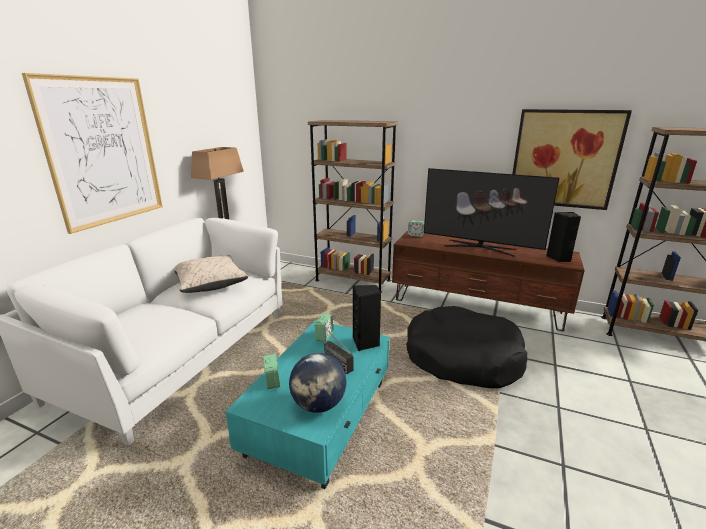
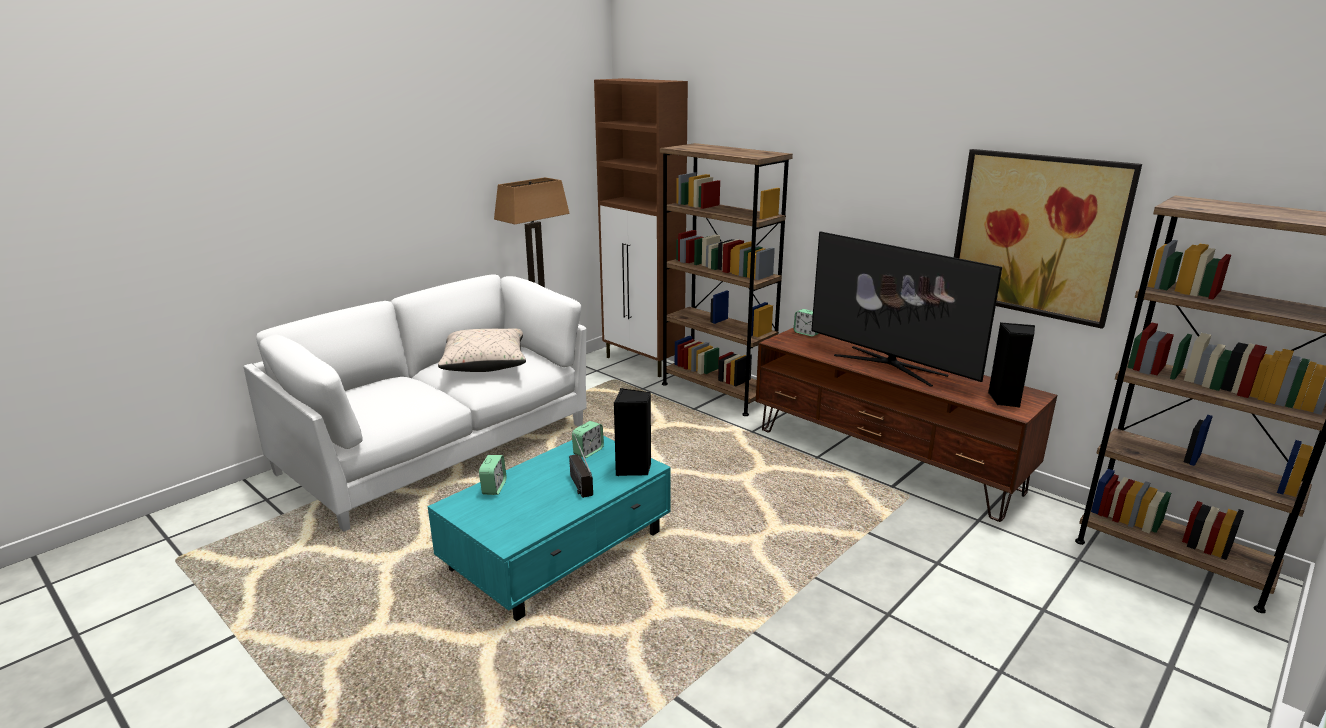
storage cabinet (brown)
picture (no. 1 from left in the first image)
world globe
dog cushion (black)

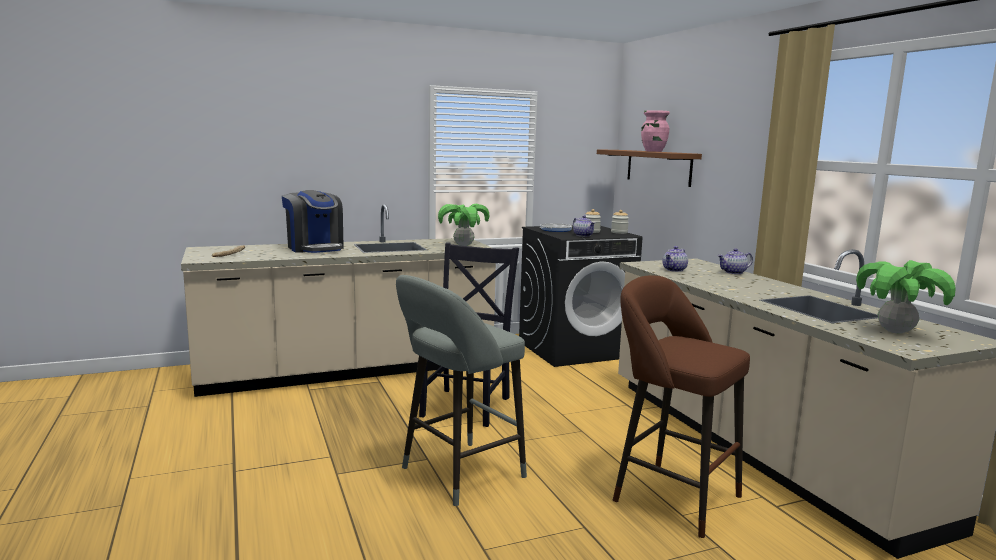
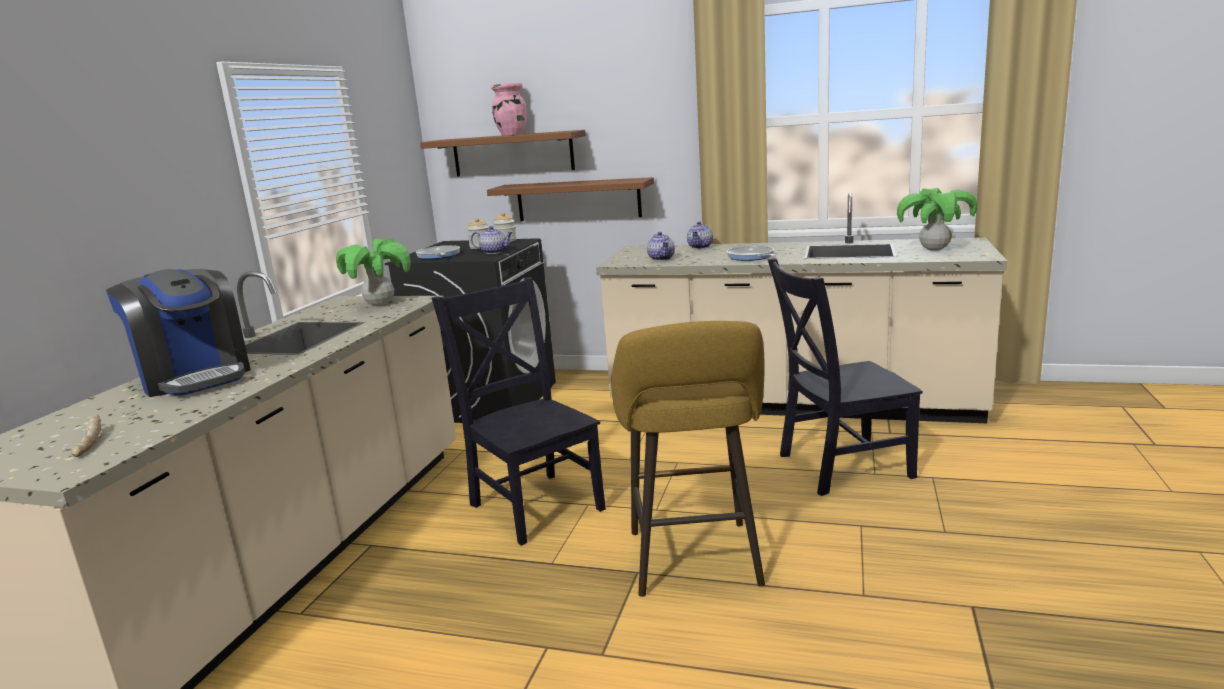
coffee machine
shelf (brown) (no. 2 from left)
stool seat (yellowish)
skillet (no. 2 from left)
upright chair (black) (no. 2 from left)

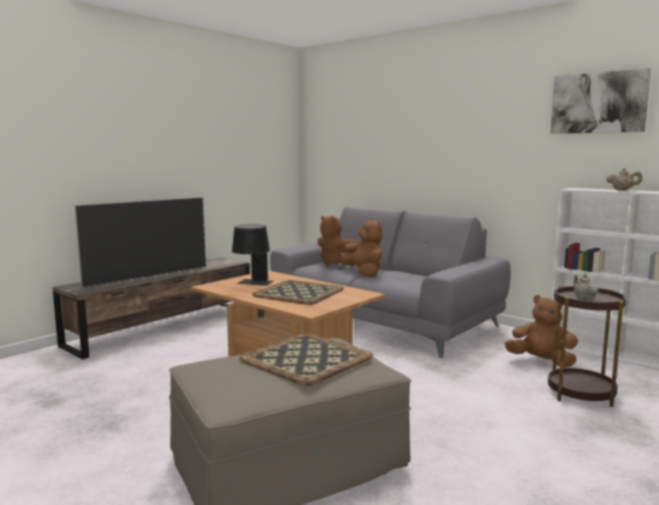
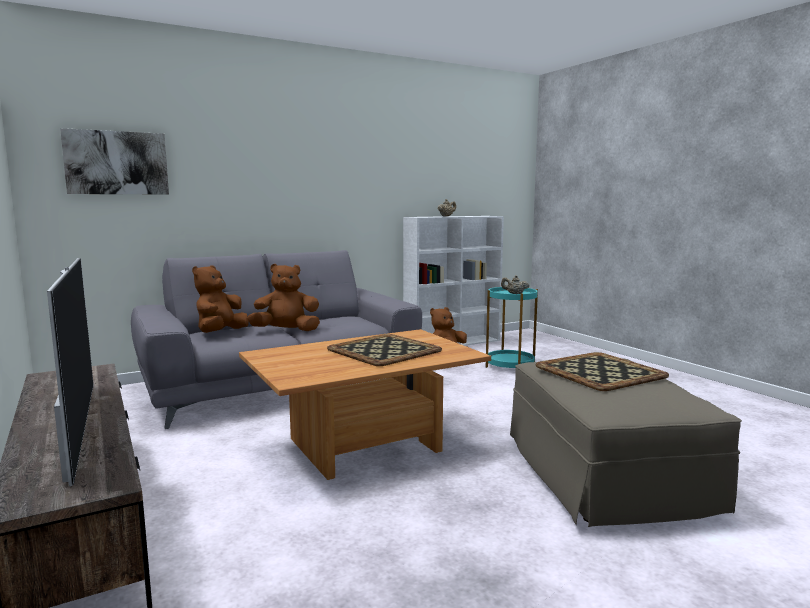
picture
plush toy (brown) (no. 1 from left)
end table (blue-green)
table lamp (black)

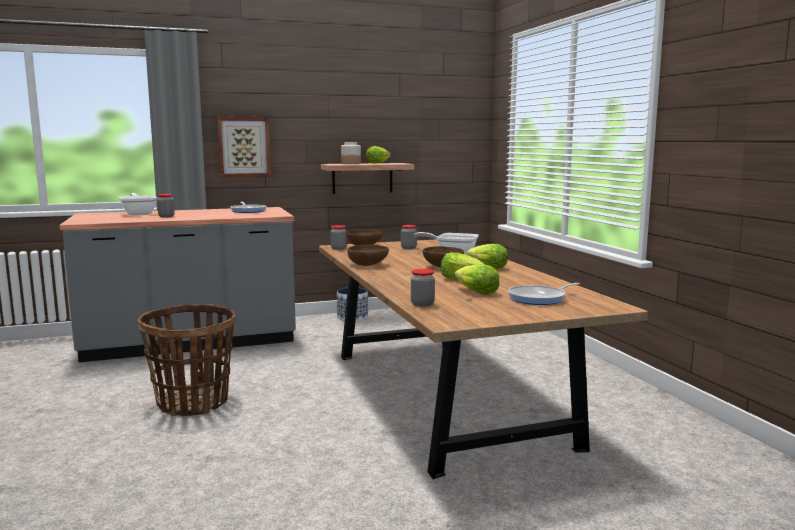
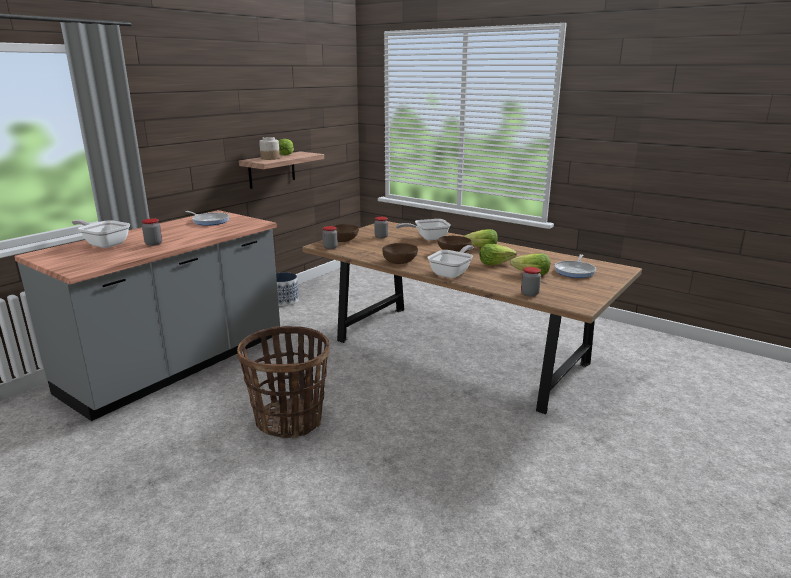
skillet (no. 4 from left)
picture

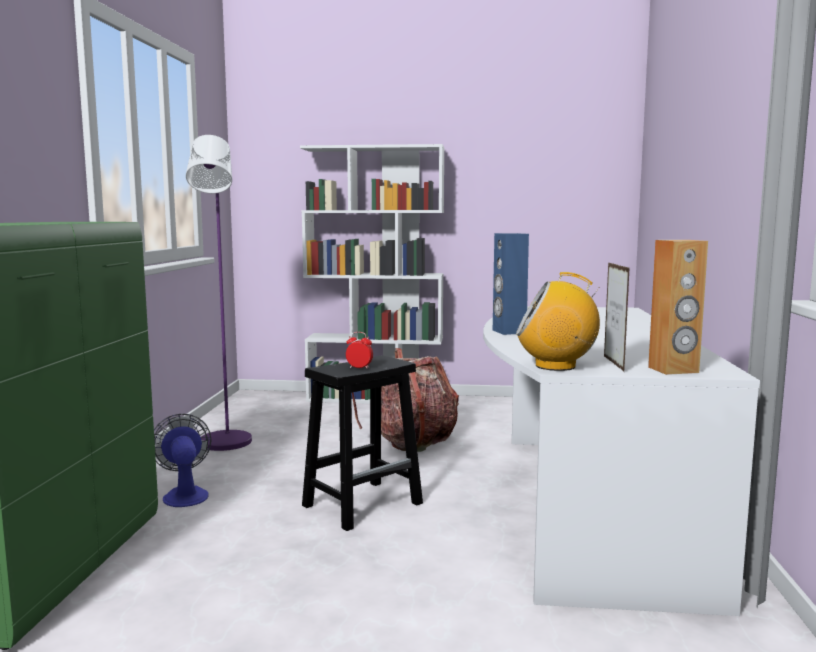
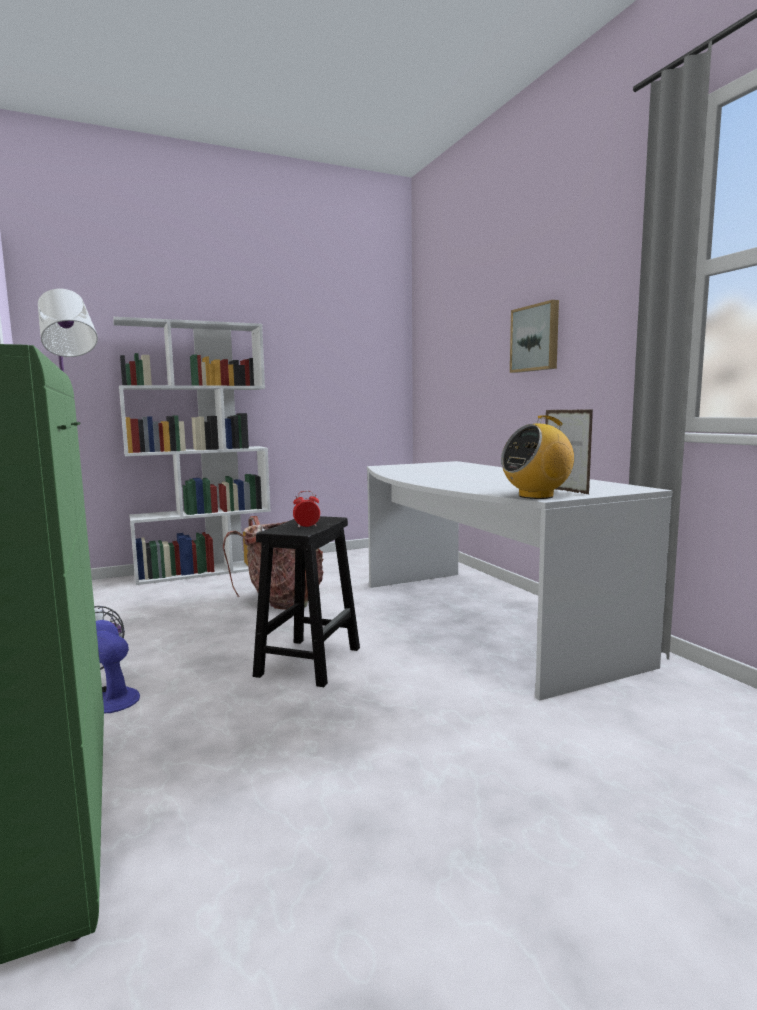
picture
loudspeaker (blue-coloured)
loudspeaker (brown)

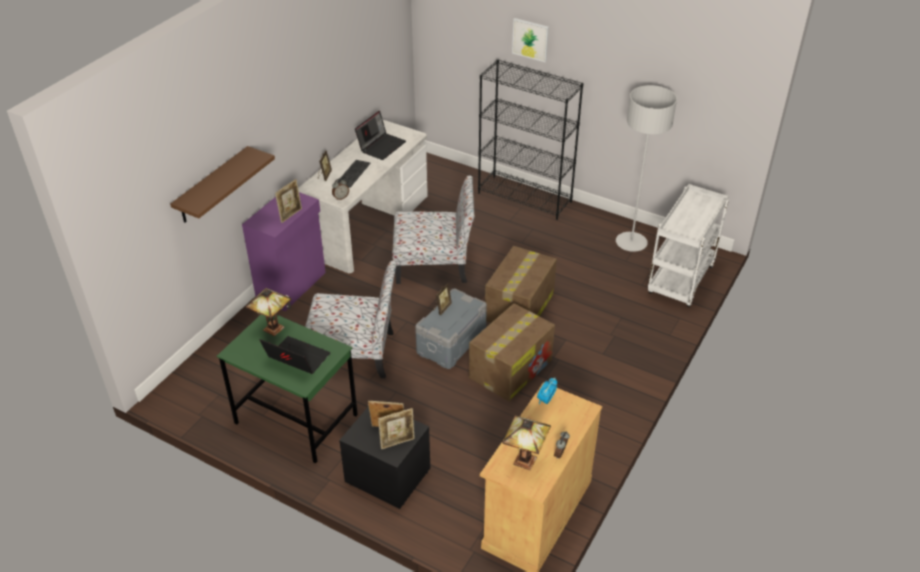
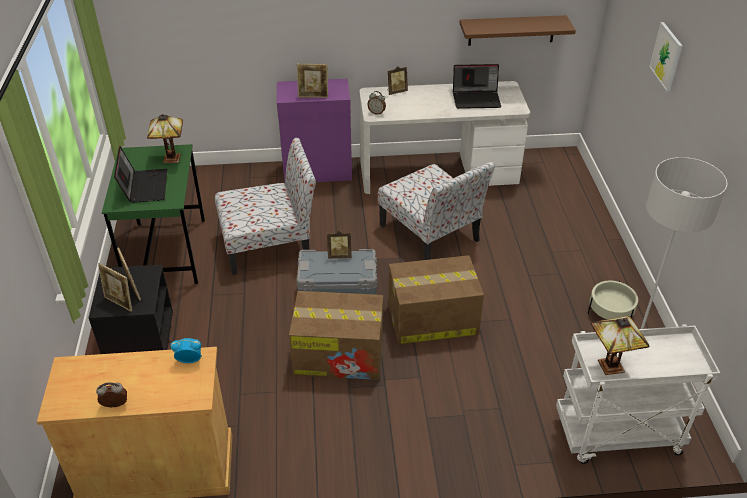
upright chair (no. 1 from left)
shelf (brown)
planter (beige)
table lamp (no. 2 from left)
PC keyboard
bookcase (black)

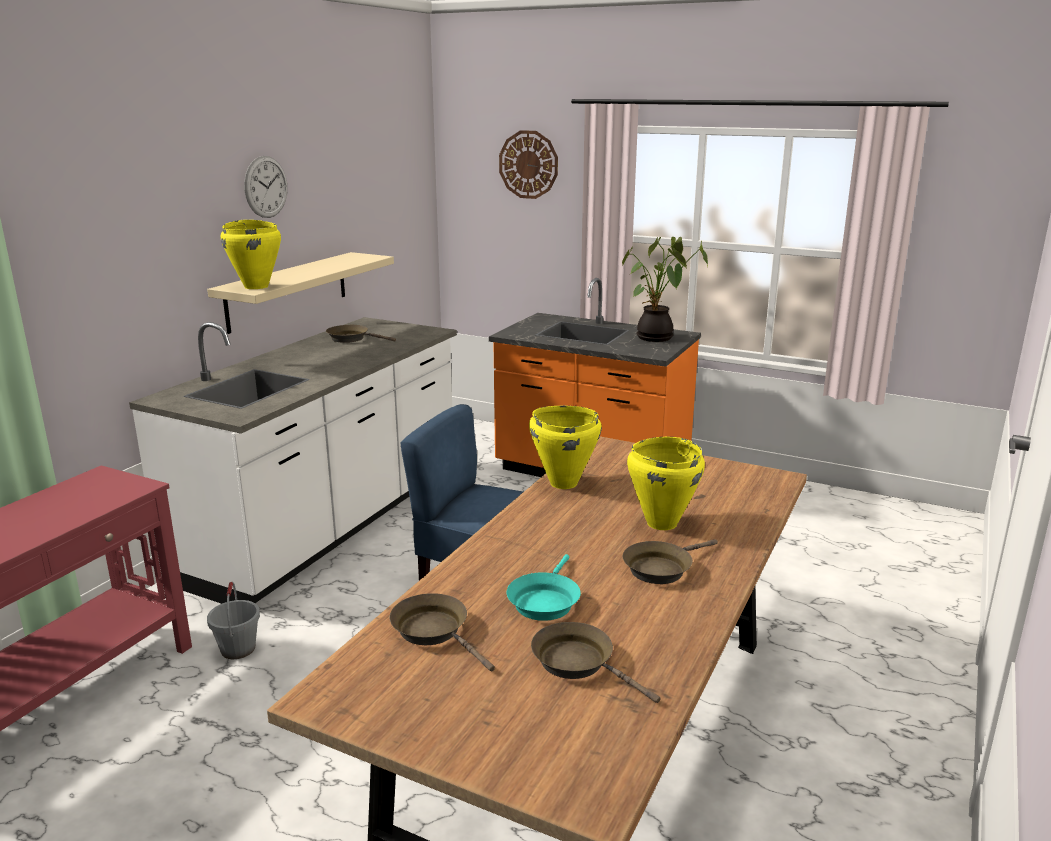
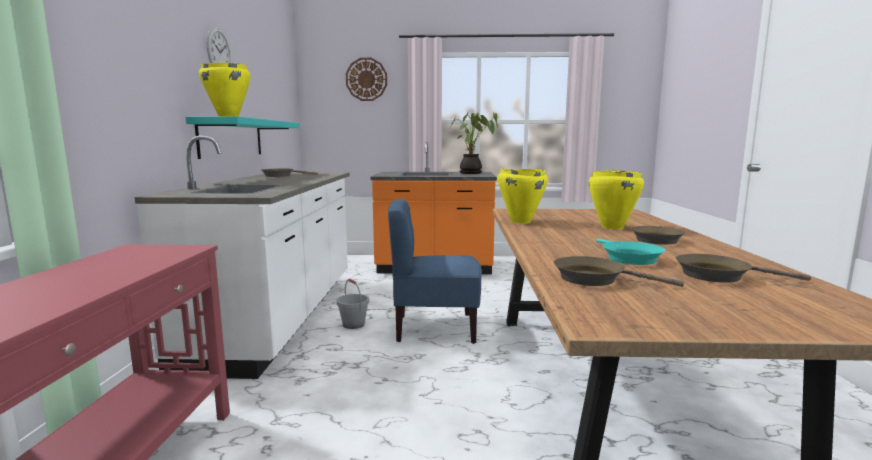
shelf (blue-green)
water bucket (grey)

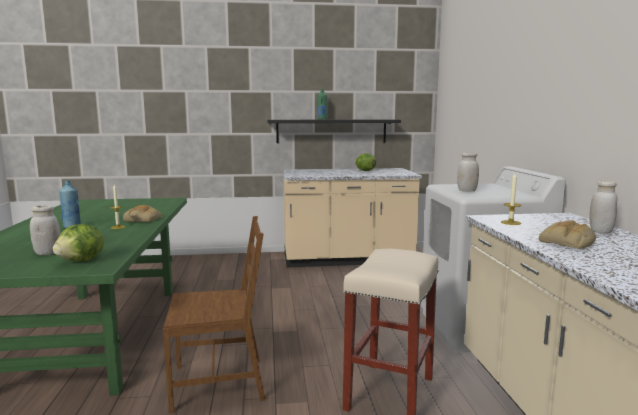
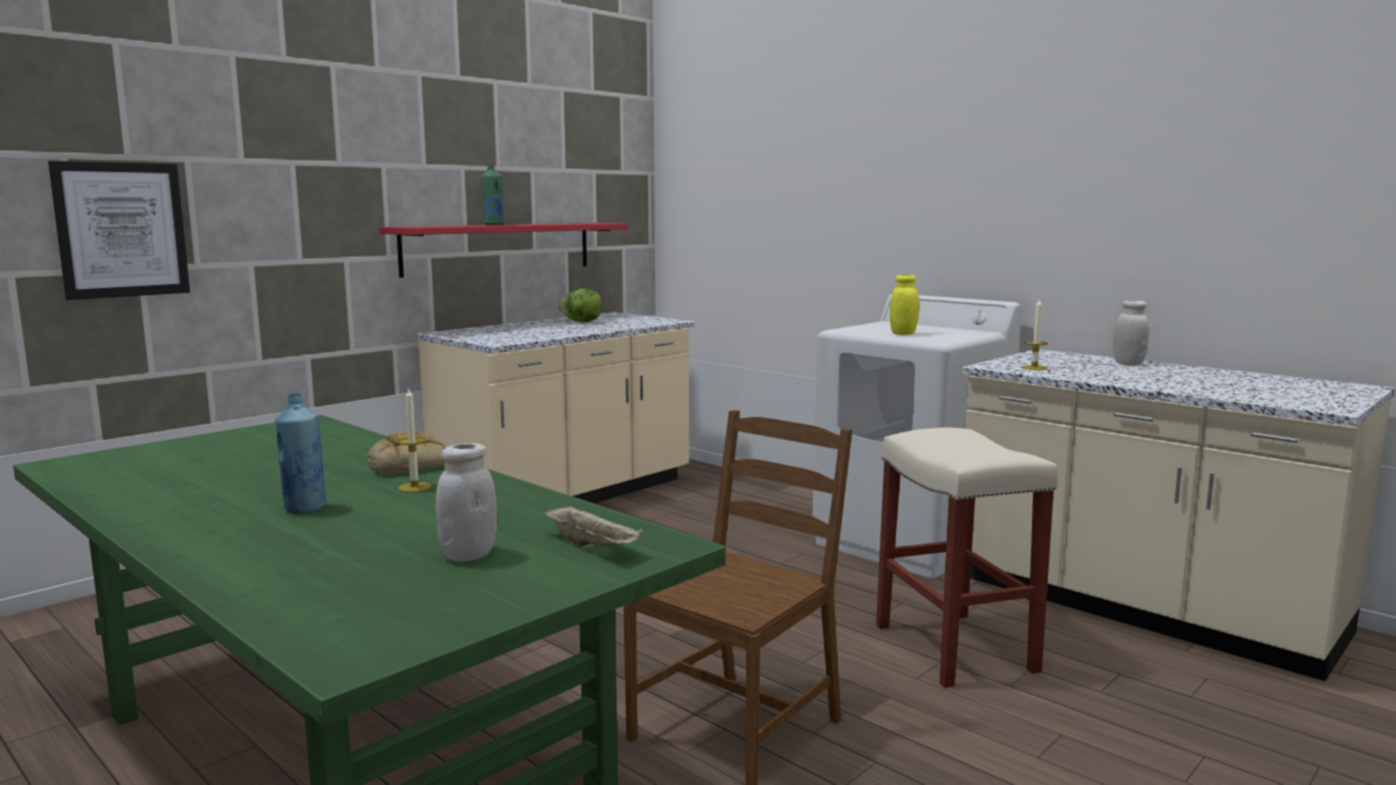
picture
shelf (red)
serving tray (beige)
jar (yellowish)
bakery bread (no. 2 from left in the first image)

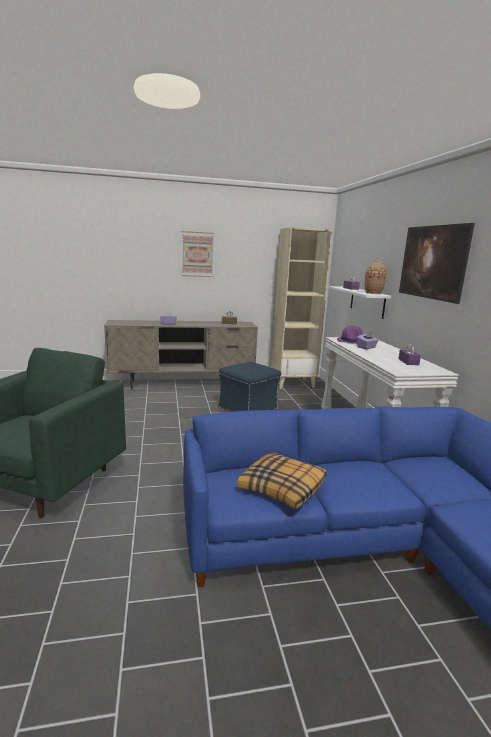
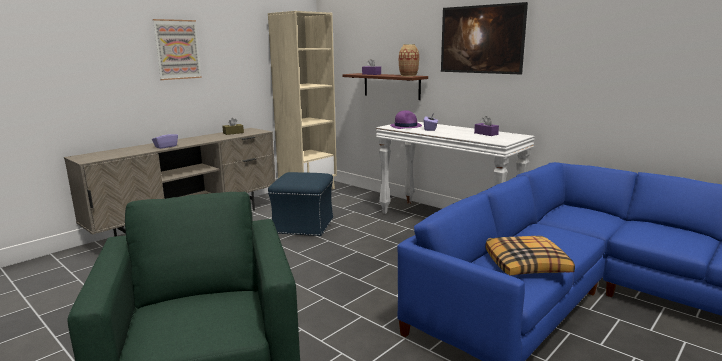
shelf (brown)

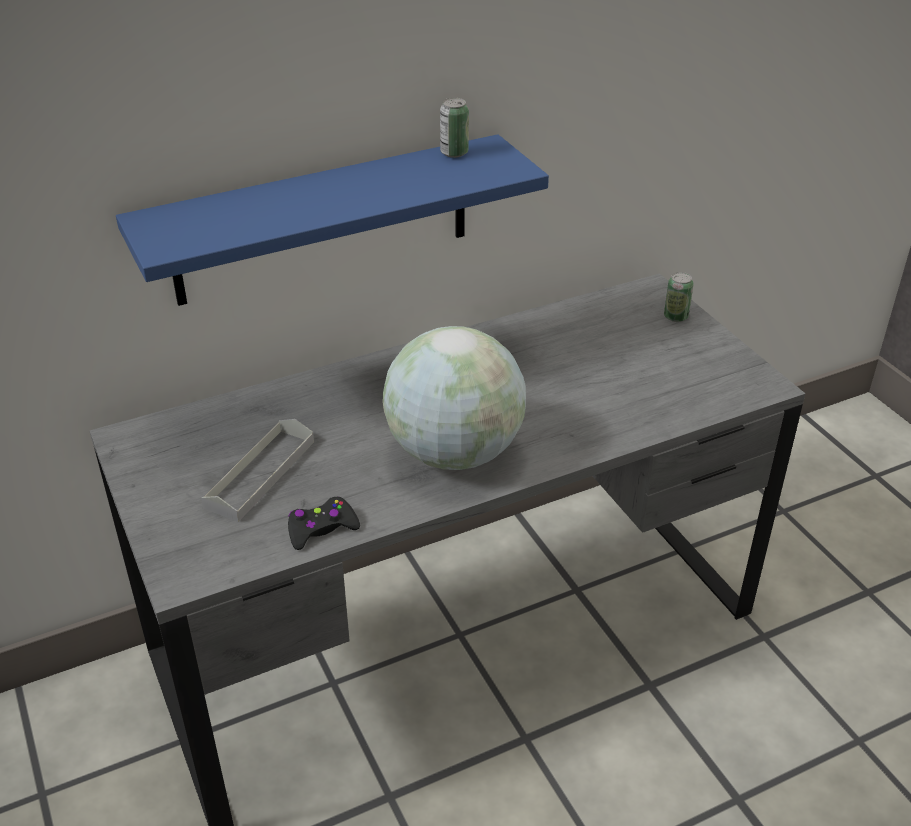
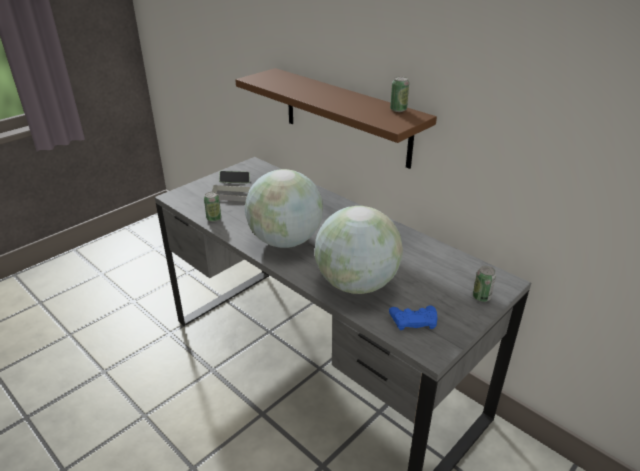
sealed can (no. 1 from left)
phone
shelf (brown)
world globe (no. 2 from left)
game controller (blue-coloured)

